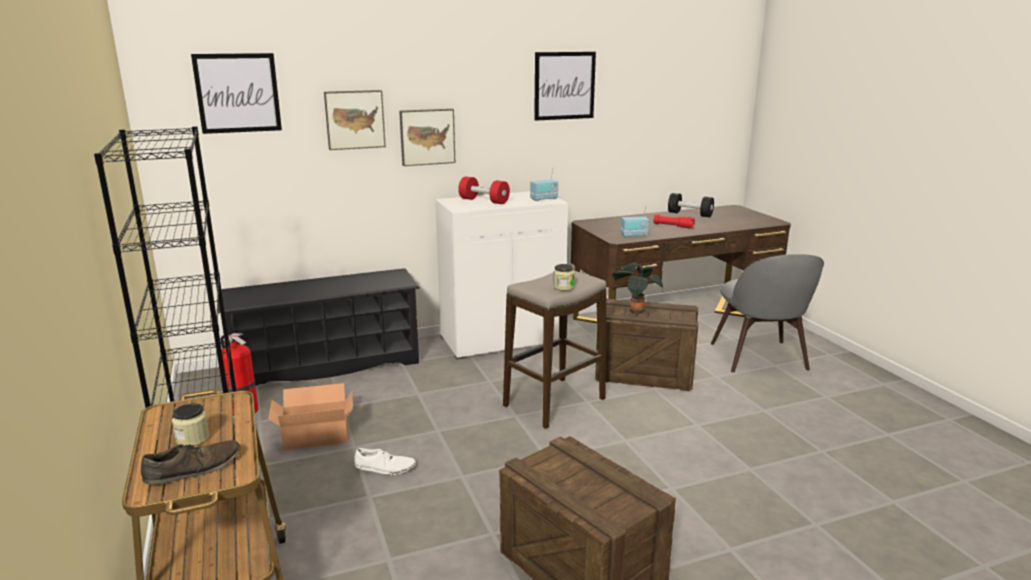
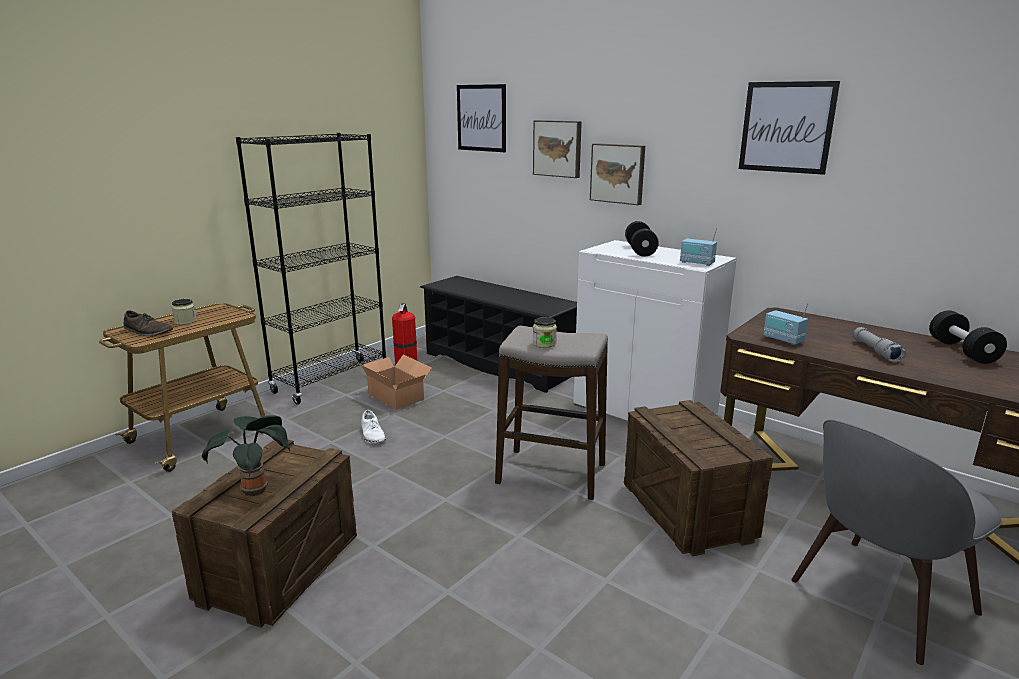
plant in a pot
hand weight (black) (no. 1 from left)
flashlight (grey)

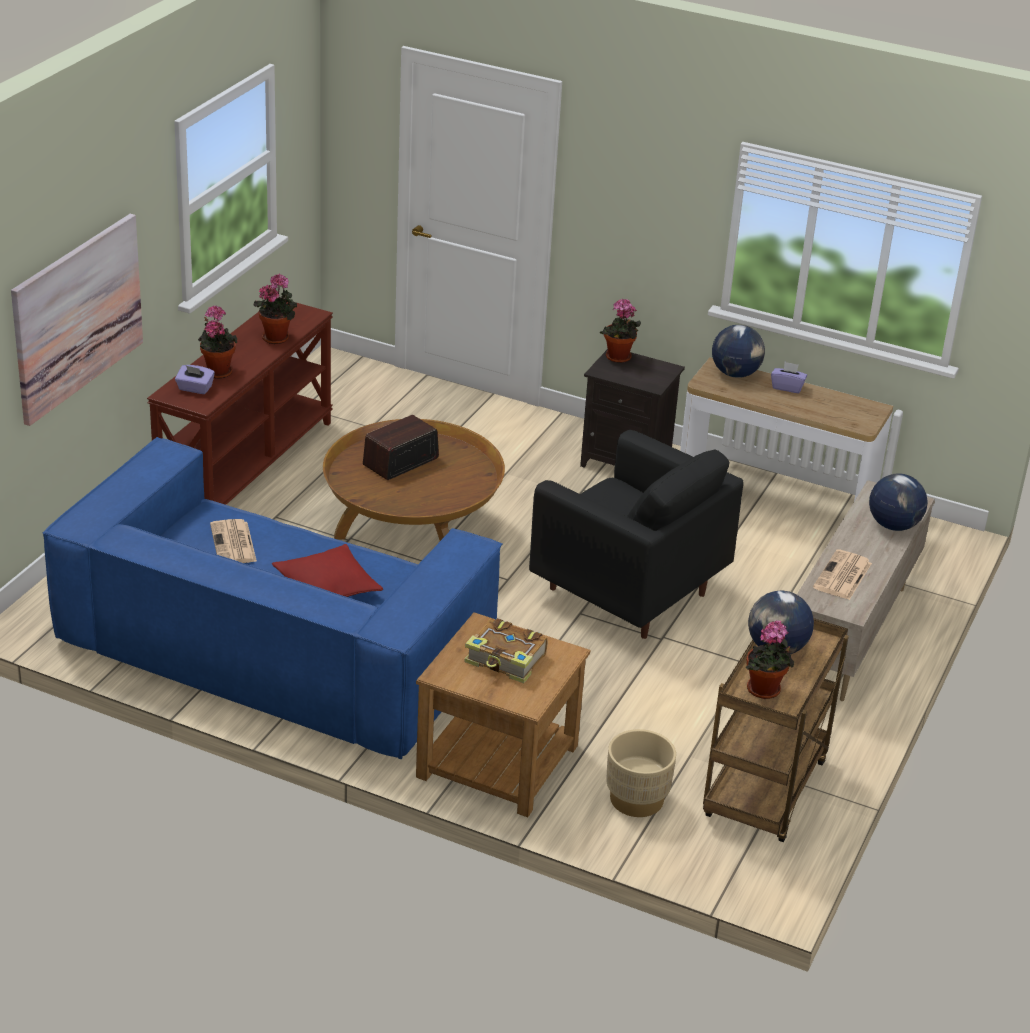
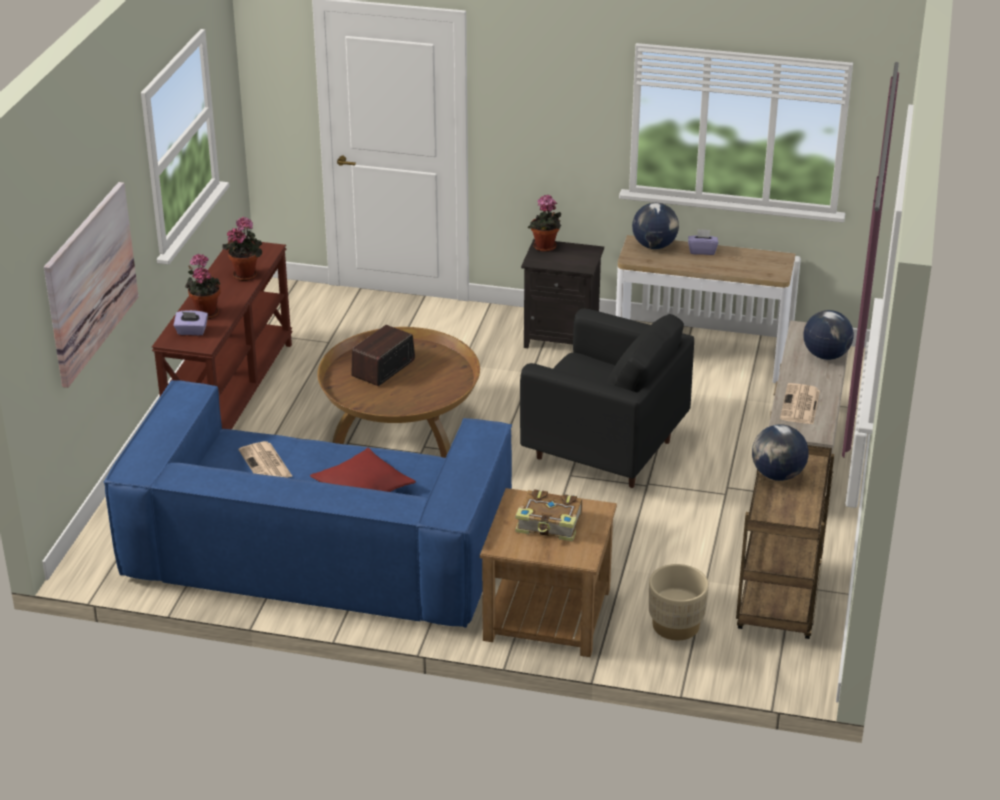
plant in a pot (no. 4 from left in the first image)

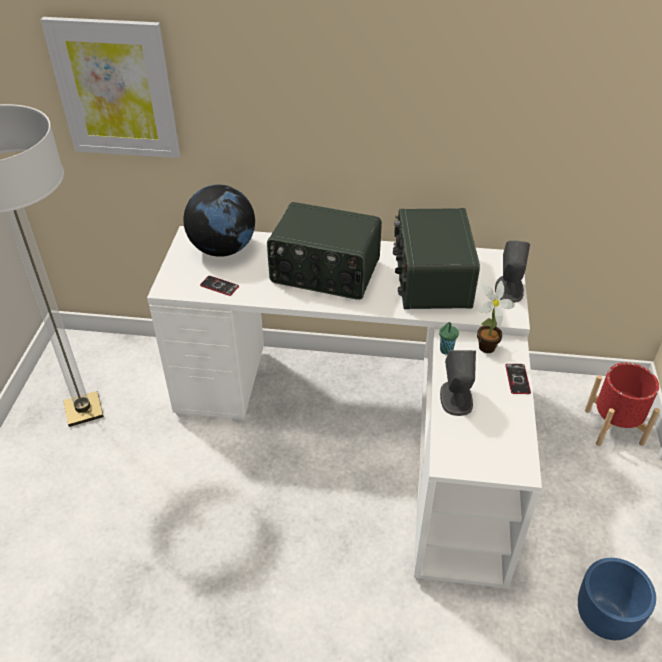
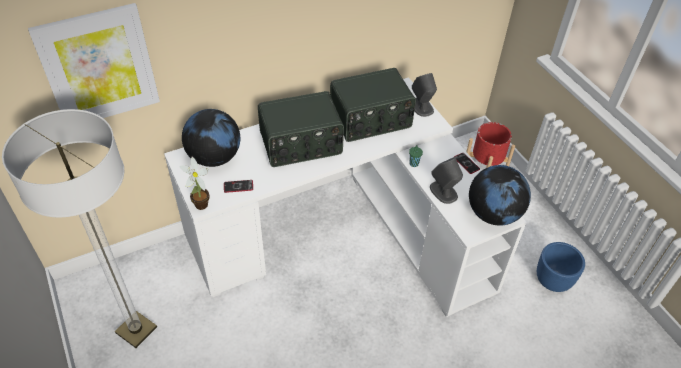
plant in a pot
radio (no. 2 from left)
world globe (no. 2 from left)

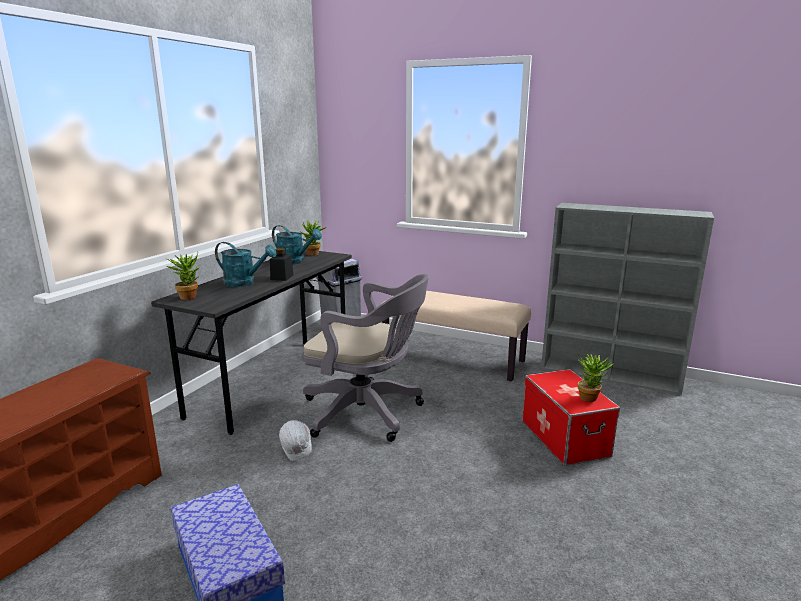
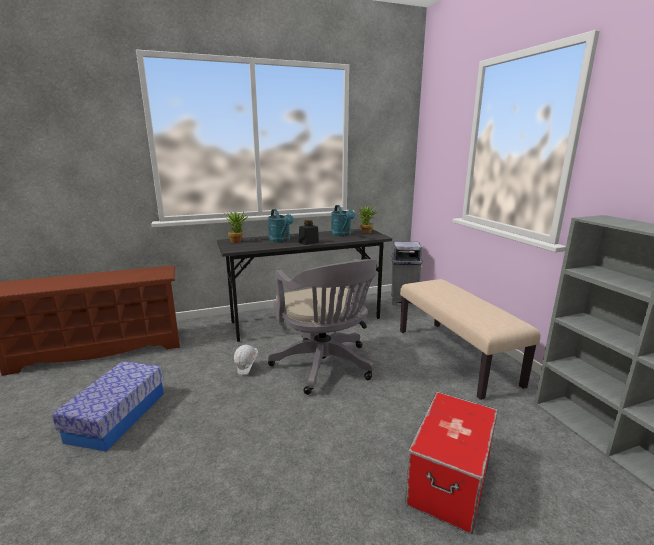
plant in a pot (no. 3 from left in the first image)

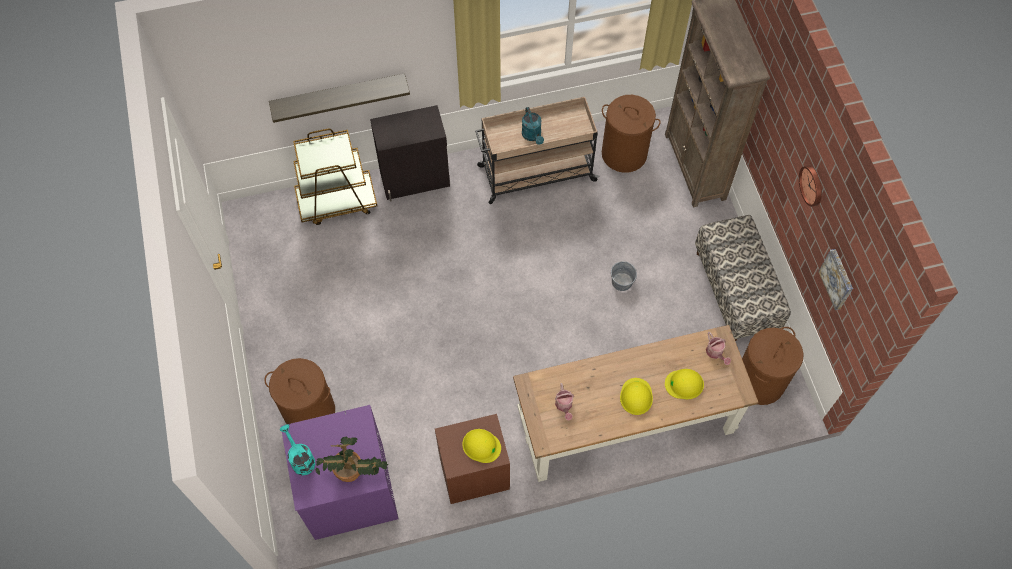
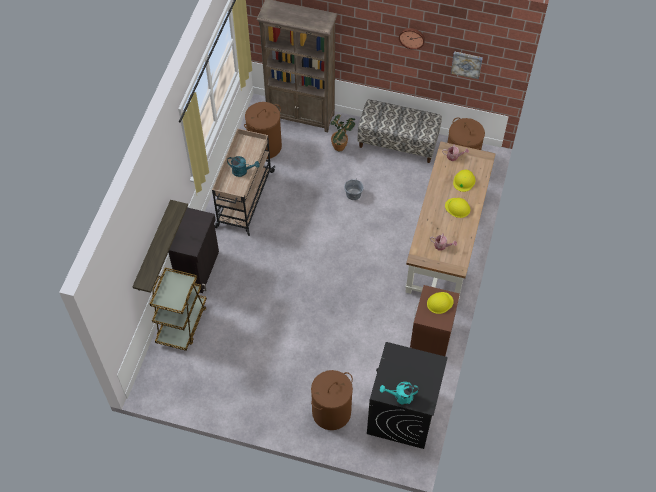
plant in a pot
laundry appliance (black)

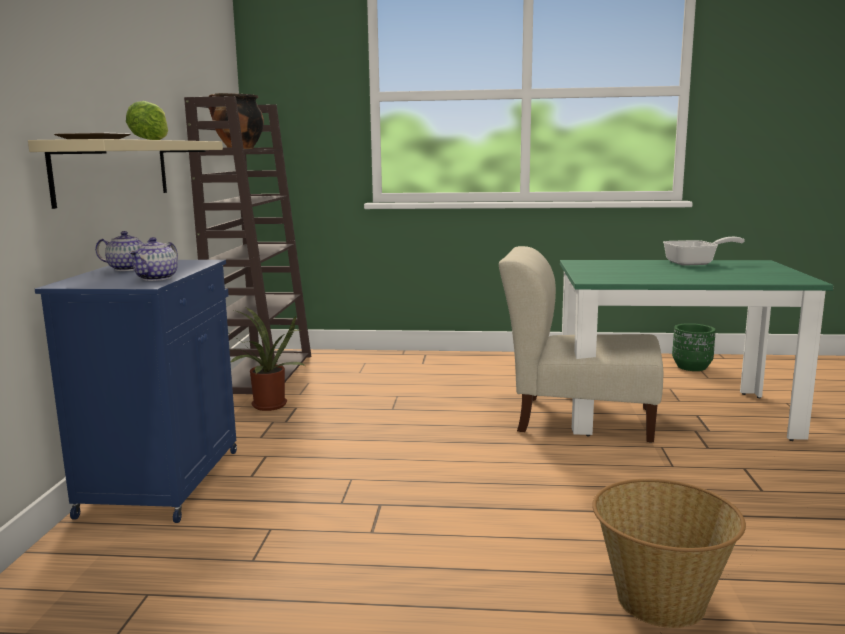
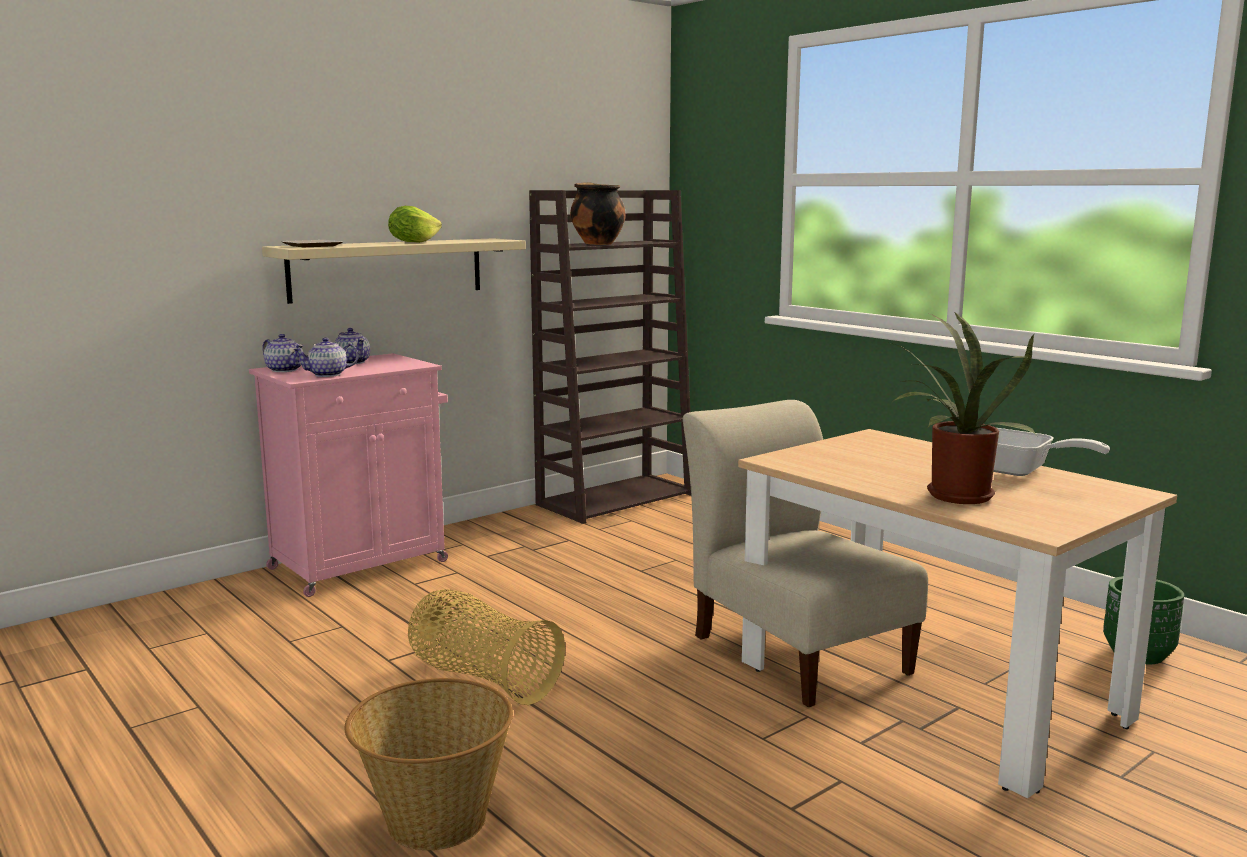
storage cabinet (pinkish)
pot for tea (no. 1 from left)
household basket (no. 2 from left)
kitchen table (beige)
plant in a pot

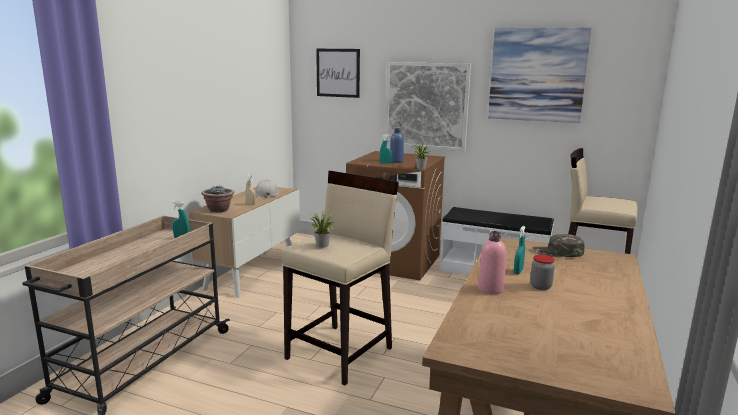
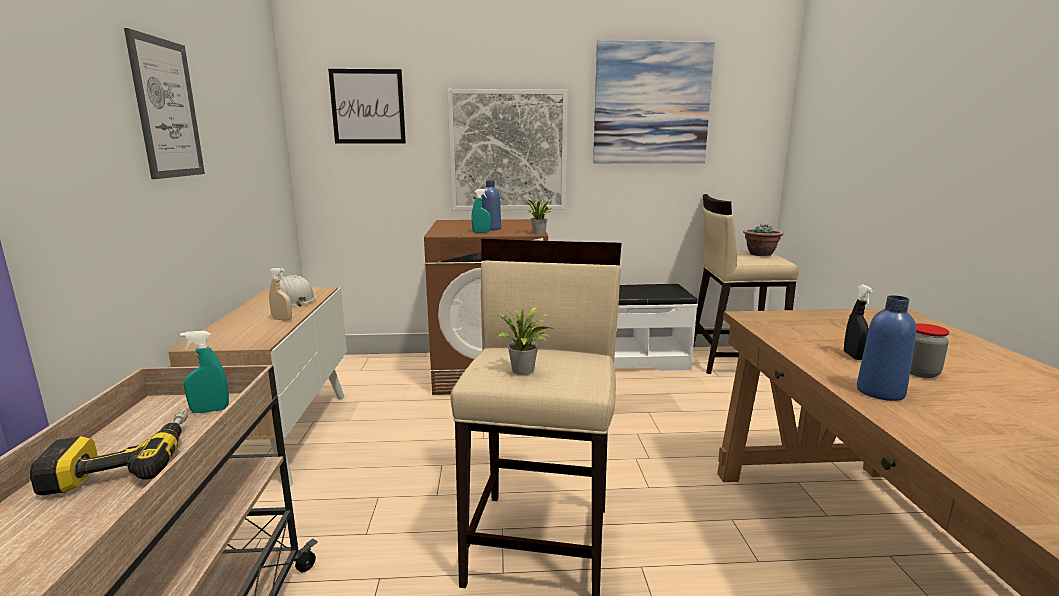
power drill
picture (no. 1 from left)
plant in a pot (no. 3 from left)
spray bottle (black)
drink bottle (blue-coloured) (no. 2 from left)
cap (green-coloured)

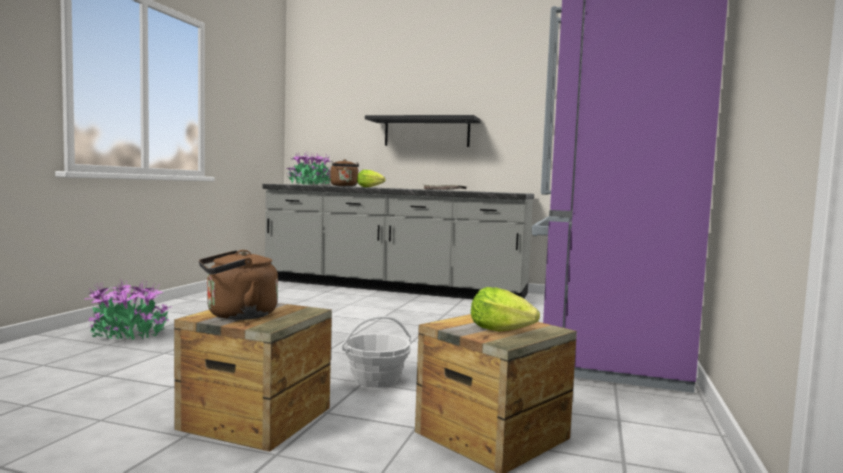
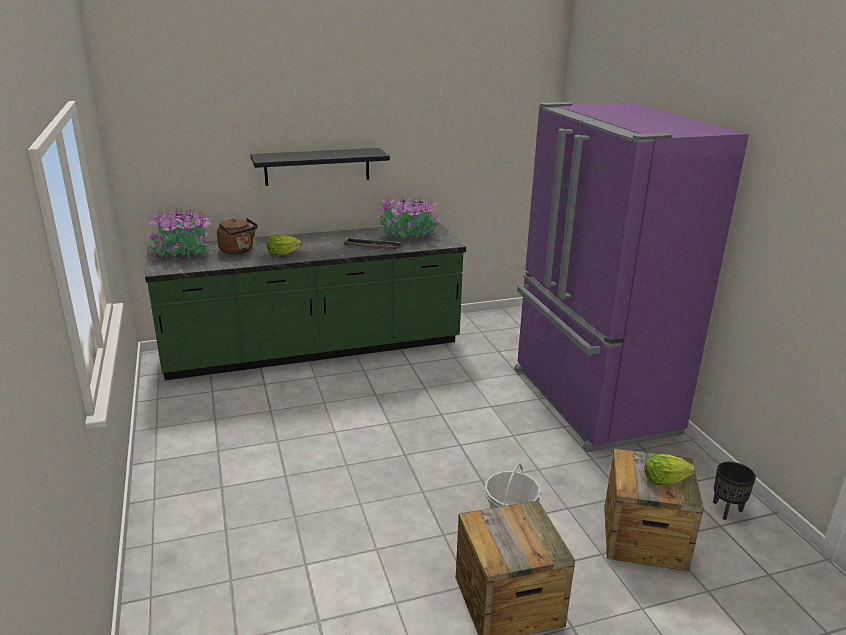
kitchen counter (green-coloured)
plant in a pot (no. 2 from left)
planter (black)
tea kettle (brown) (no. 1 from left in the first image)

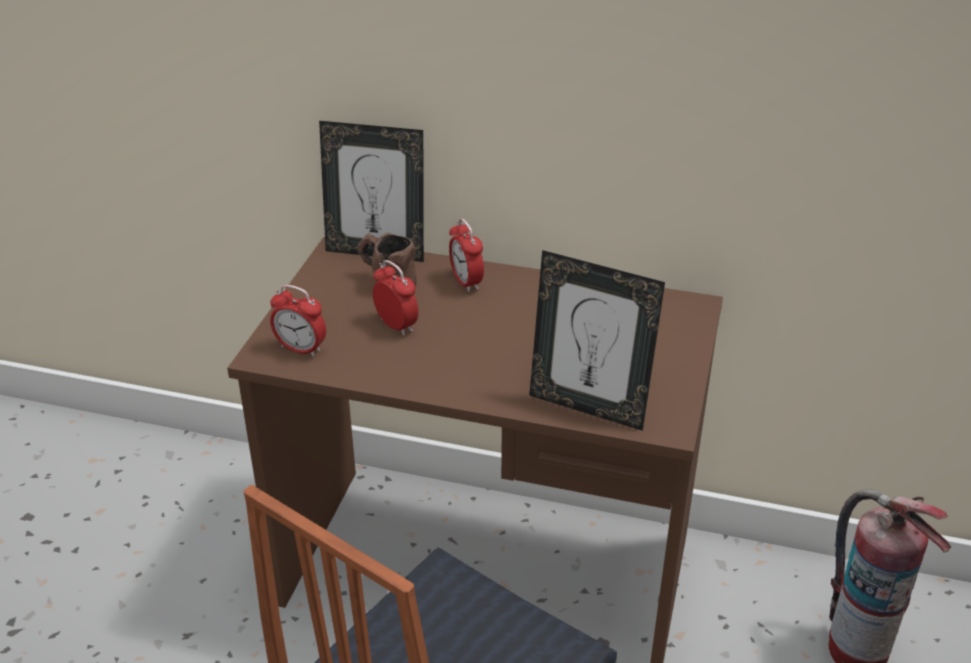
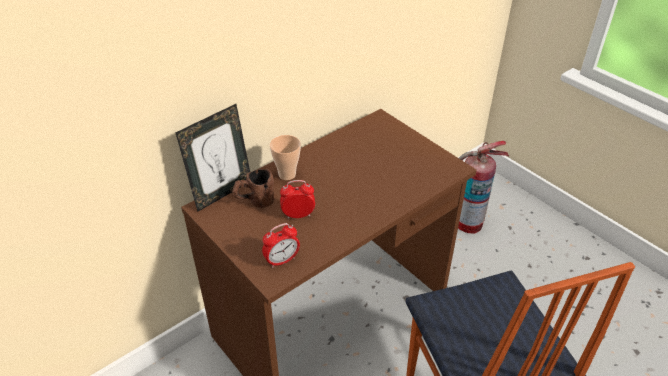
small cup
standing frame (no. 2 from left in the first image)

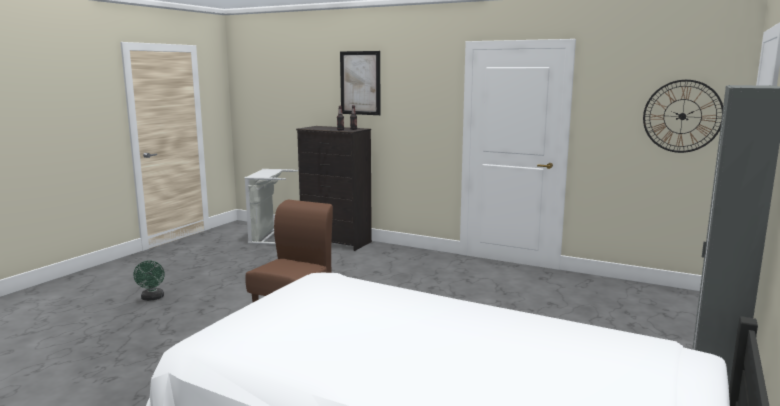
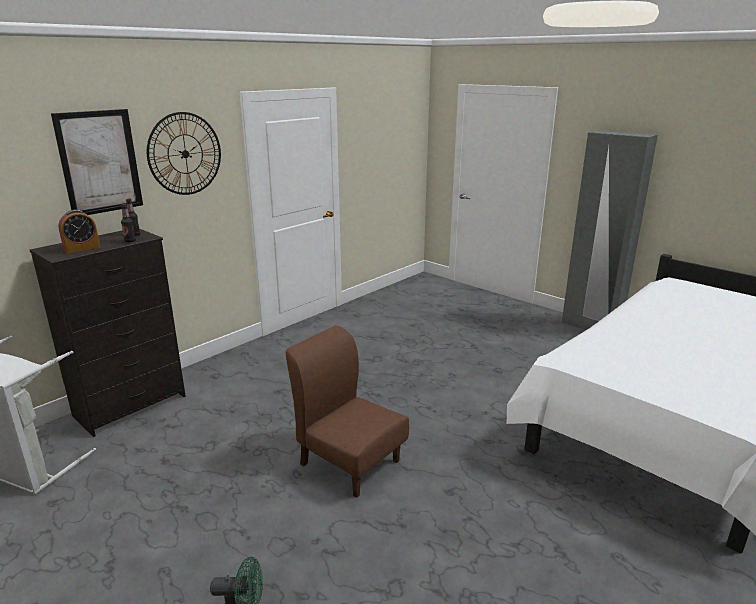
alarm clock
hanging clock

